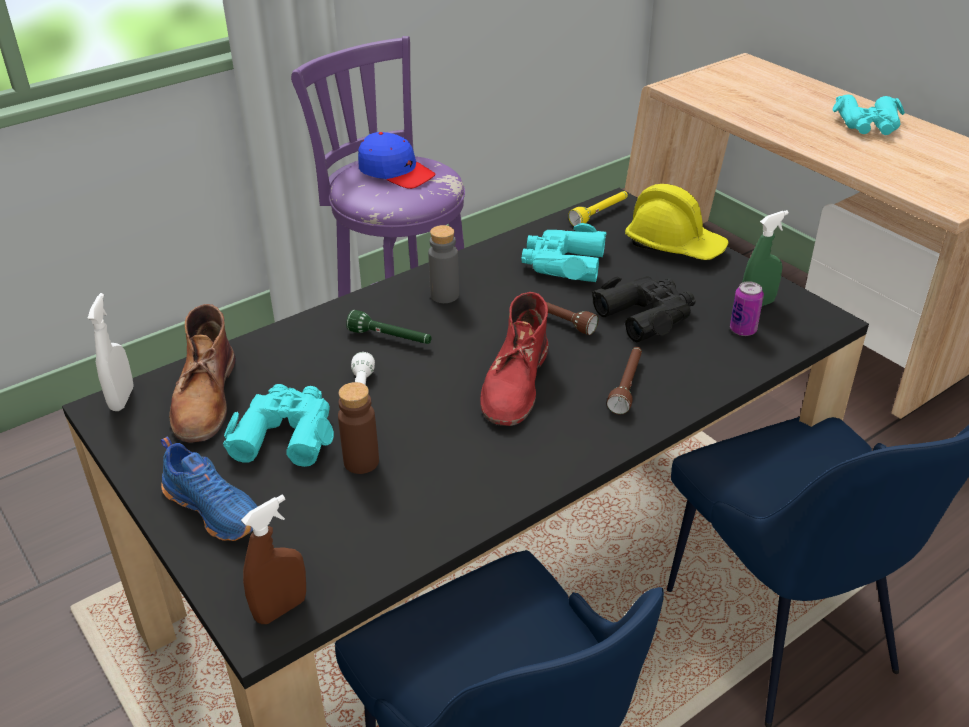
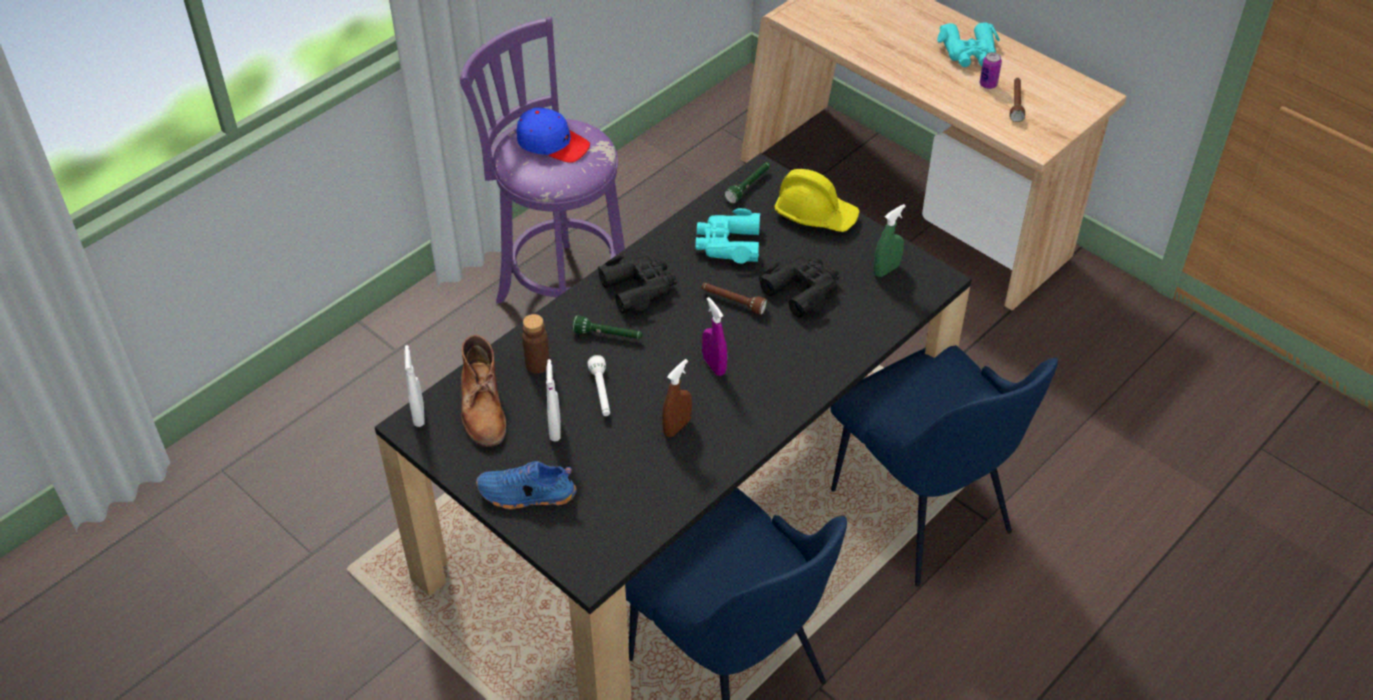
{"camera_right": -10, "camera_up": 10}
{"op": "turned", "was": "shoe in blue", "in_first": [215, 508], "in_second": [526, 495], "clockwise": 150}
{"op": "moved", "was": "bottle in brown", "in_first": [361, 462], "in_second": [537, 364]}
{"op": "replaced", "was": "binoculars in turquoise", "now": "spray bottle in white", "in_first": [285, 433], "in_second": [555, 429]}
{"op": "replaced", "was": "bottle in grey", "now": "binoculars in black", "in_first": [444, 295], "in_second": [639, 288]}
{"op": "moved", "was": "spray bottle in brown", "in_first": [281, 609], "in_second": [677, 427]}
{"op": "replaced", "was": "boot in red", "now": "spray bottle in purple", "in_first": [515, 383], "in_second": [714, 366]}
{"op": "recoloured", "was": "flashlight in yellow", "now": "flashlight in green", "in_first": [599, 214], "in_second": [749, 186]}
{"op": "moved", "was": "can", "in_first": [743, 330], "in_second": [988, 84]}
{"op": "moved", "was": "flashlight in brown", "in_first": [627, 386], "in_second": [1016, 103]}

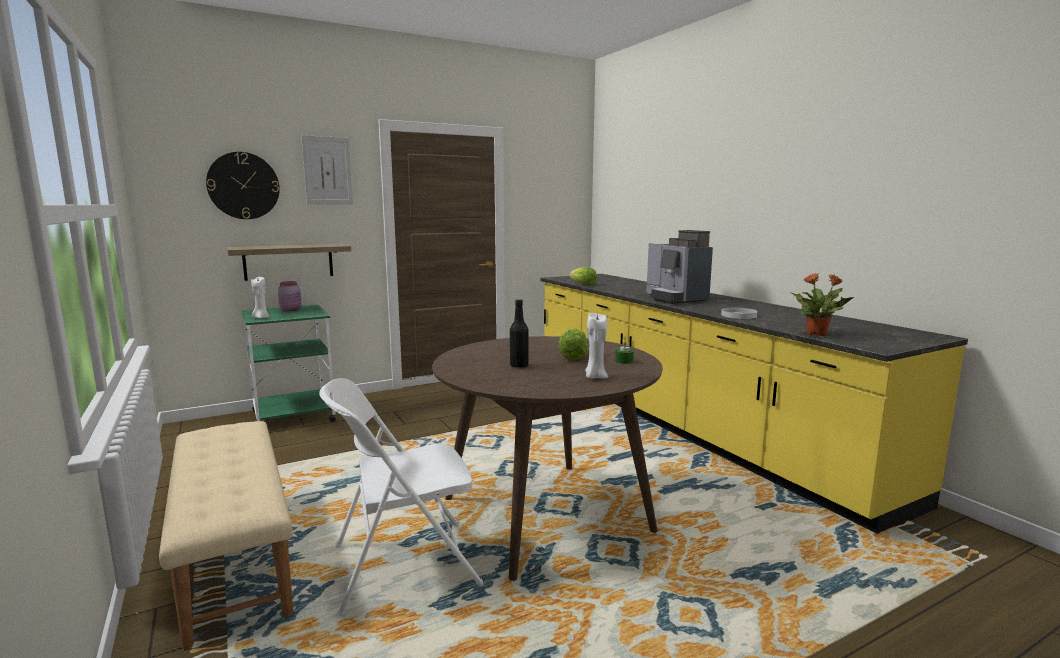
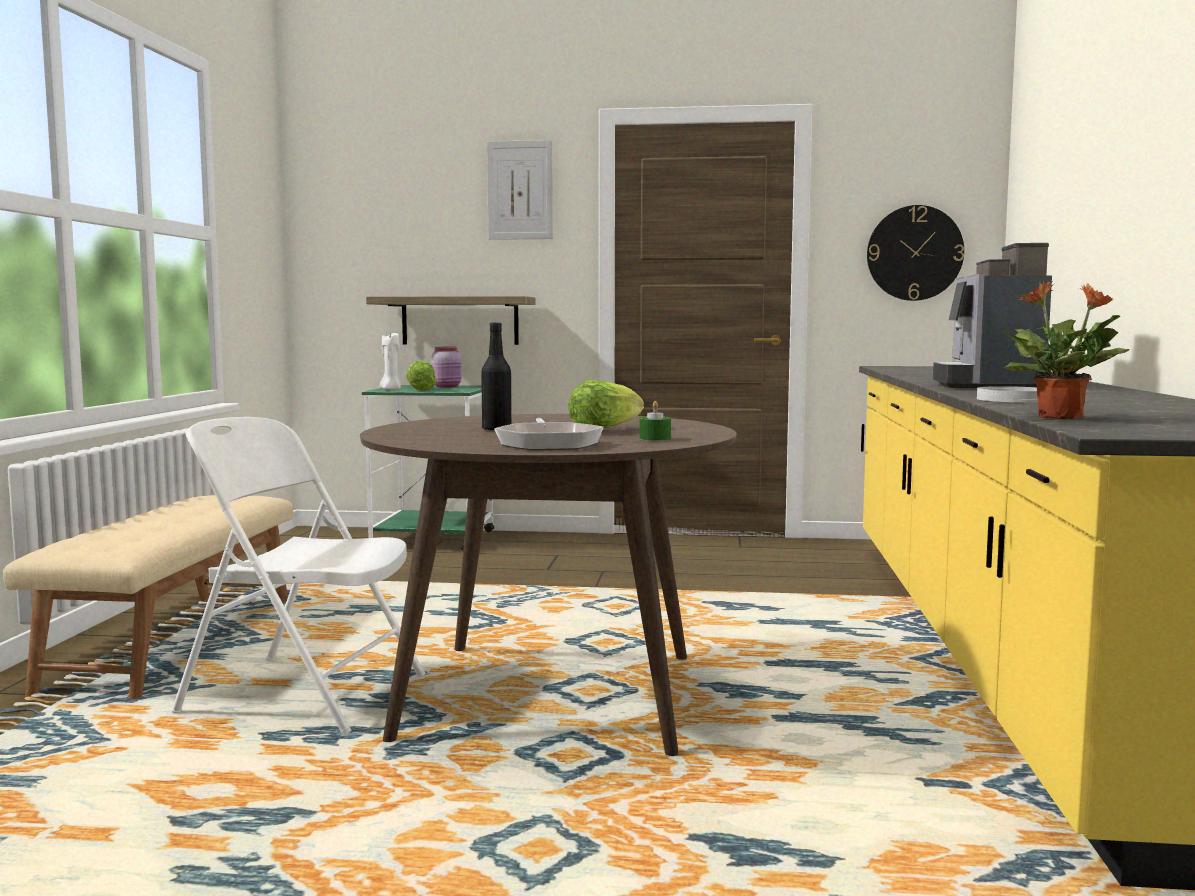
{"camera_right": 35, "camera_up": -5}
{"op": "moved", "was": "lettuce", "in_first": [583, 285], "in_second": [422, 389]}
{"op": "replaced", "was": "candle in white", "now": "frying pan", "in_first": [595, 377], "in_second": [548, 443]}
{"op": "moved", "was": "wall clock", "in_first": [243, 186], "in_second": [914, 253]}

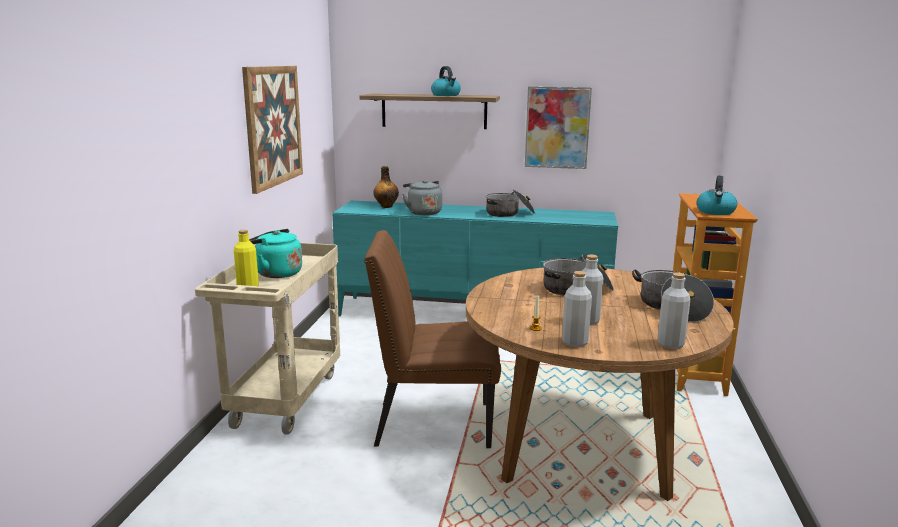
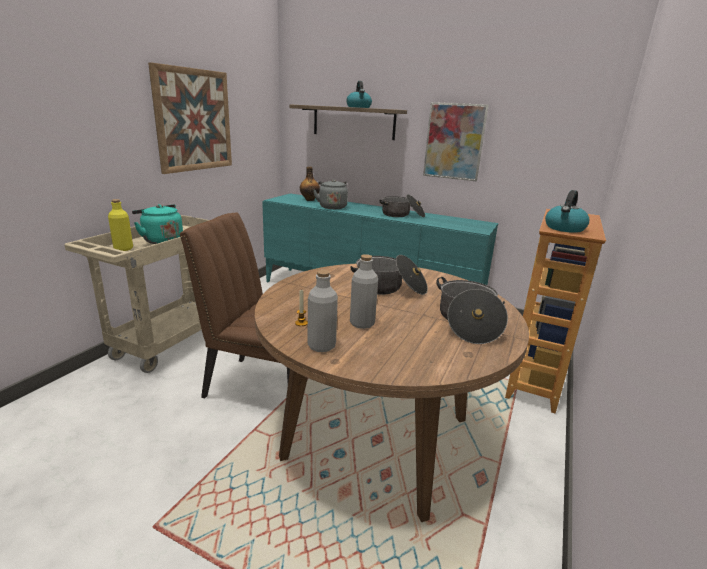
{"camera_right": 15, "camera_up": 5}
{"op": "removed", "was": "bottle in grey", "in_first": [670, 344]}

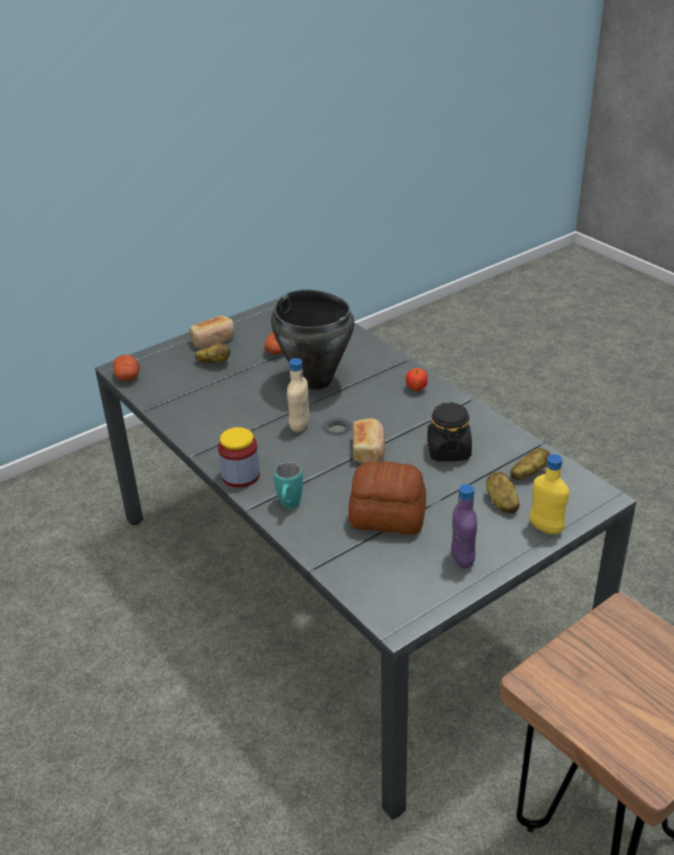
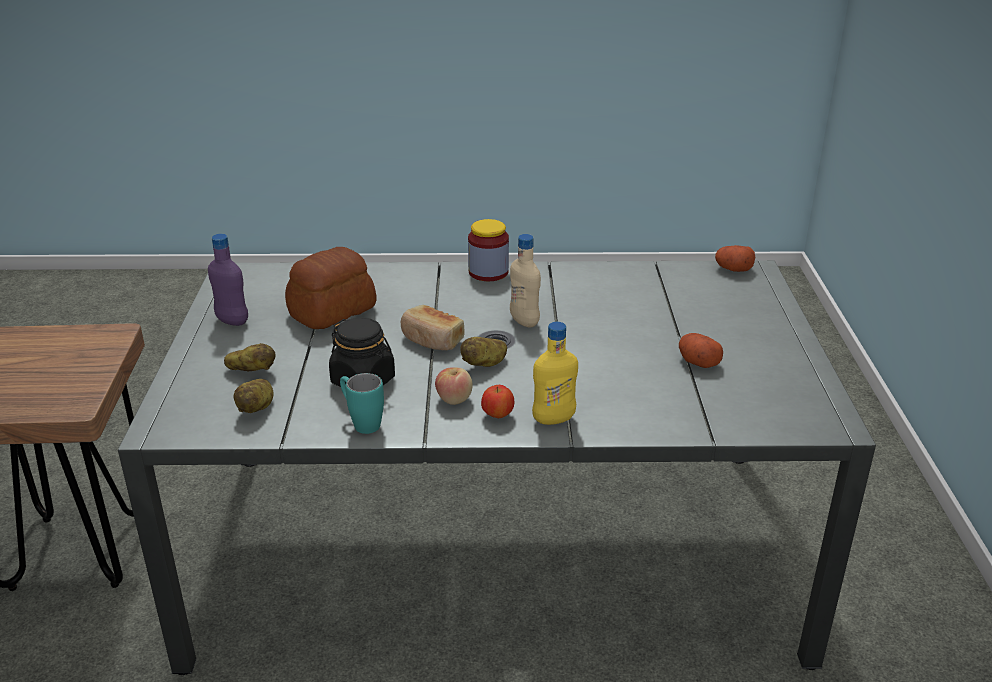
{"camera_right": 125, "camera_up": -5}
{"op": "moved", "was": "mug in turquoise", "in_first": [289, 506], "in_second": [361, 422]}
{"op": "added", "now": "apple", "in_second": [454, 399]}
{"op": "moved", "was": "potato", "in_first": [214, 362], "in_second": [484, 363]}
{"op": "moved", "was": "bottle in yellow", "in_first": [545, 528], "in_second": [553, 419]}
{"op": "removed", "was": "bread", "in_first": [213, 340]}
{"op": "removed", "was": "cooking pot in black", "in_first": [315, 381]}

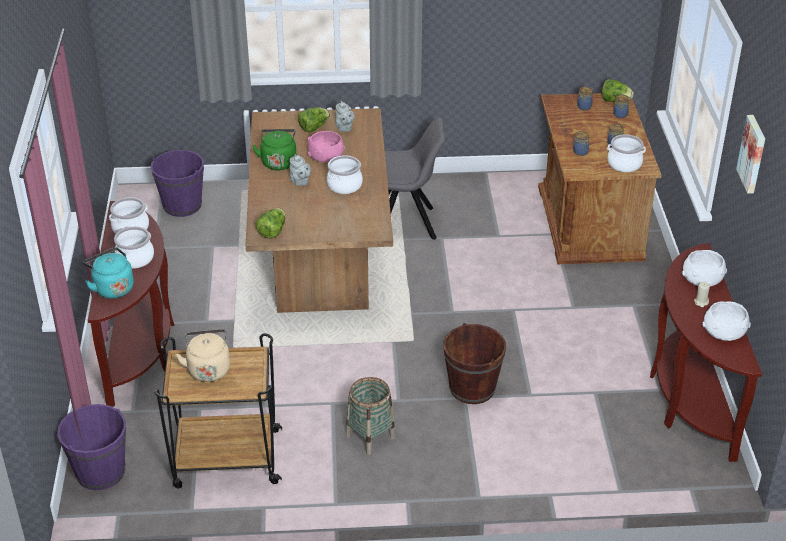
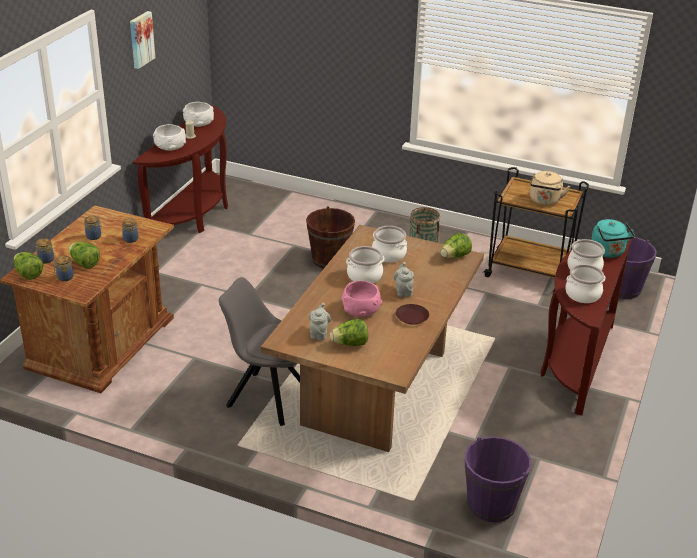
{"camera_right": -155, "camera_up": -5}
{"op": "added", "now": "lettuce", "in_second": [84, 264]}
{"op": "moved", "was": "cooking pot", "in_first": [624, 164], "in_second": [389, 254]}
{"op": "replaced", "was": "kettle in green", "now": "plate in brown", "in_first": [278, 161], "in_second": [411, 317]}

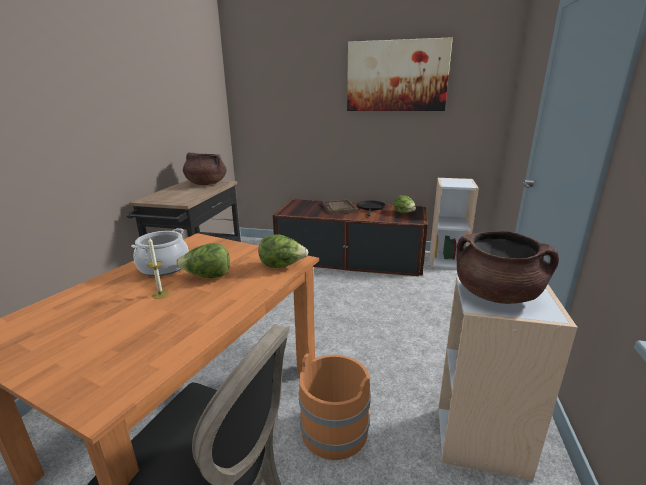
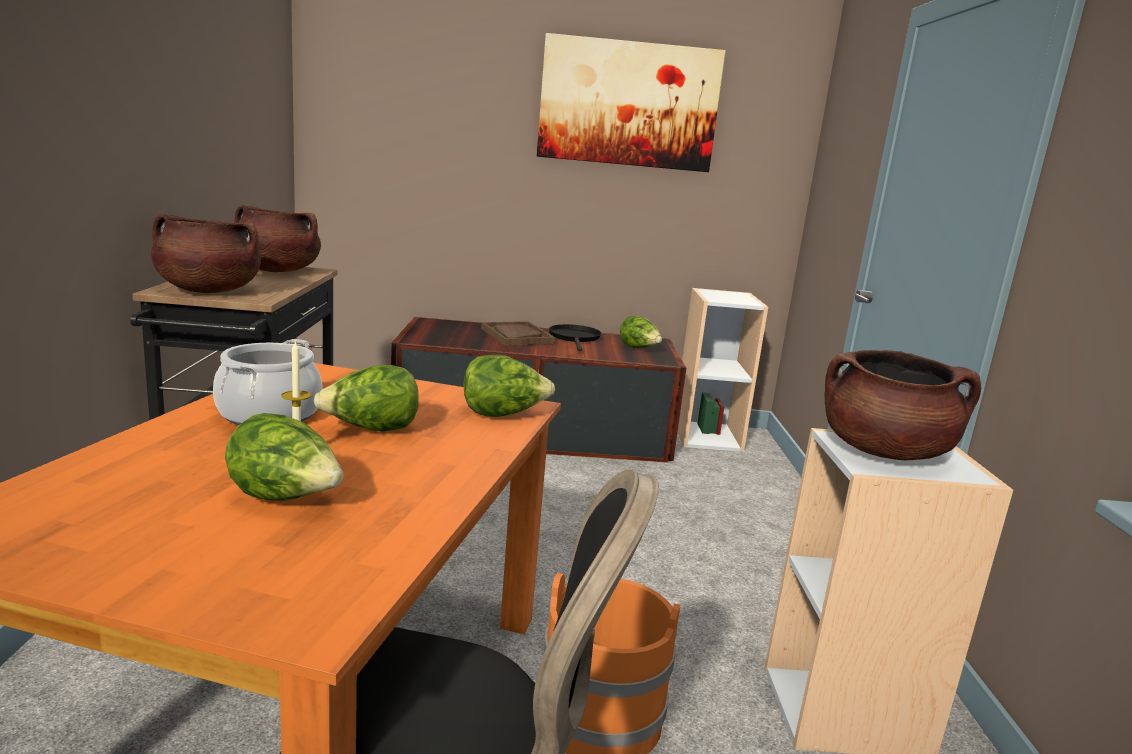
{"camera_right": -15, "camera_up": -5}
{"op": "added", "now": "cooking pot in brown", "in_second": [208, 290]}
{"op": "added", "now": "lettuce", "in_second": [285, 499]}

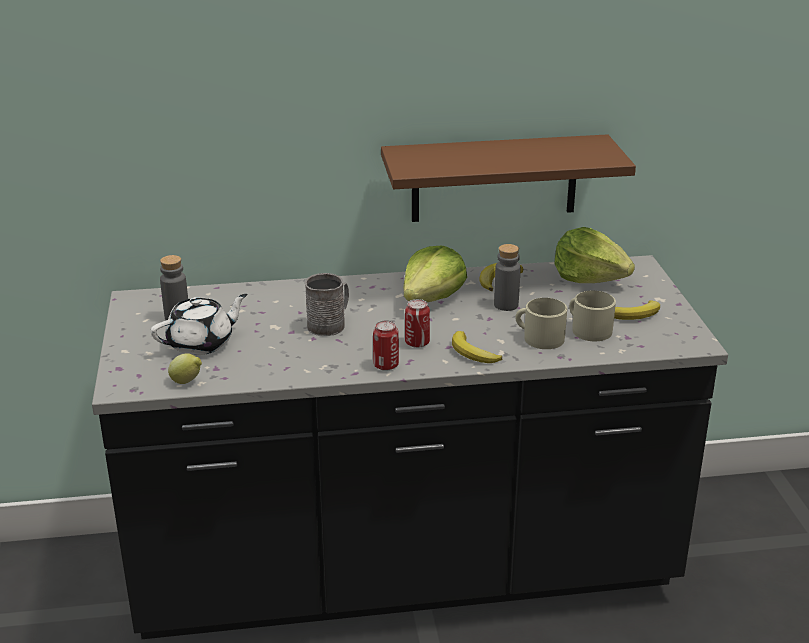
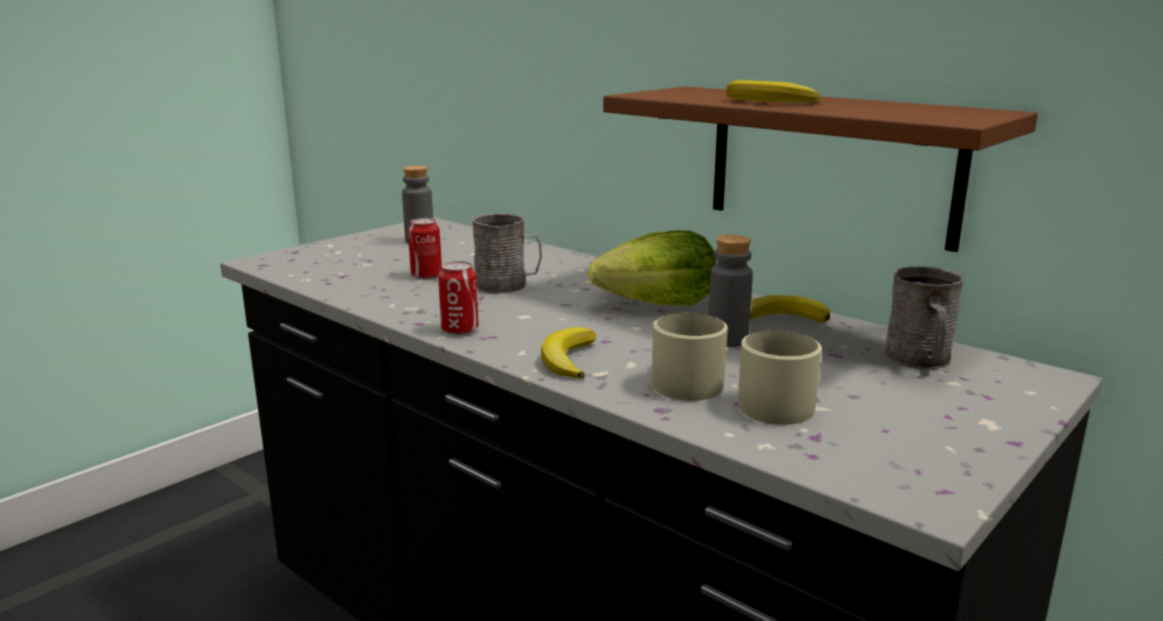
{"camera_right": 50, "camera_up": -10}
{"op": "moved", "was": "can", "in_first": [417, 343], "in_second": [426, 275]}
{"op": "moved", "was": "banana", "in_first": [637, 314], "in_second": [770, 101]}
{"op": "replaced", "was": "lettuce", "now": "mug in grey", "in_first": [590, 278], "in_second": [920, 360]}
{"op": "removed", "was": "teapot in white", "in_first": [202, 343]}
{"op": "removed", "was": "lemon", "in_first": [187, 382]}

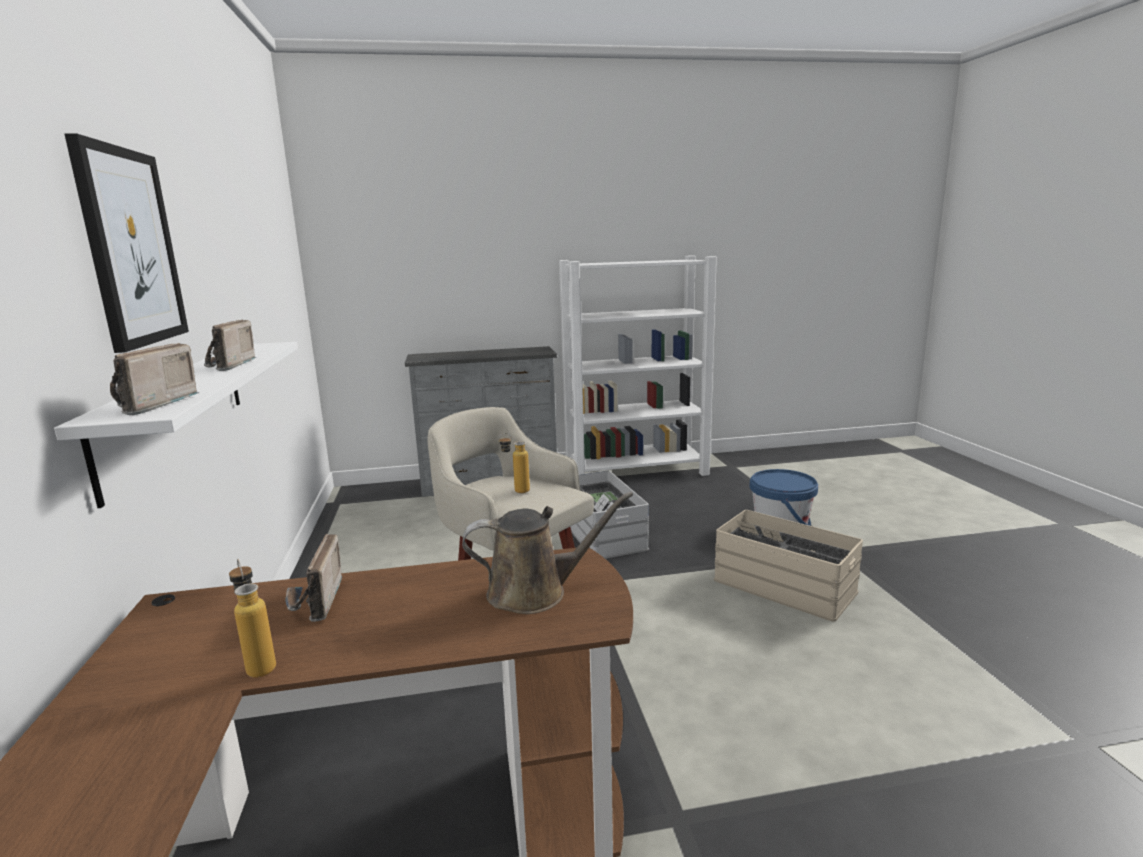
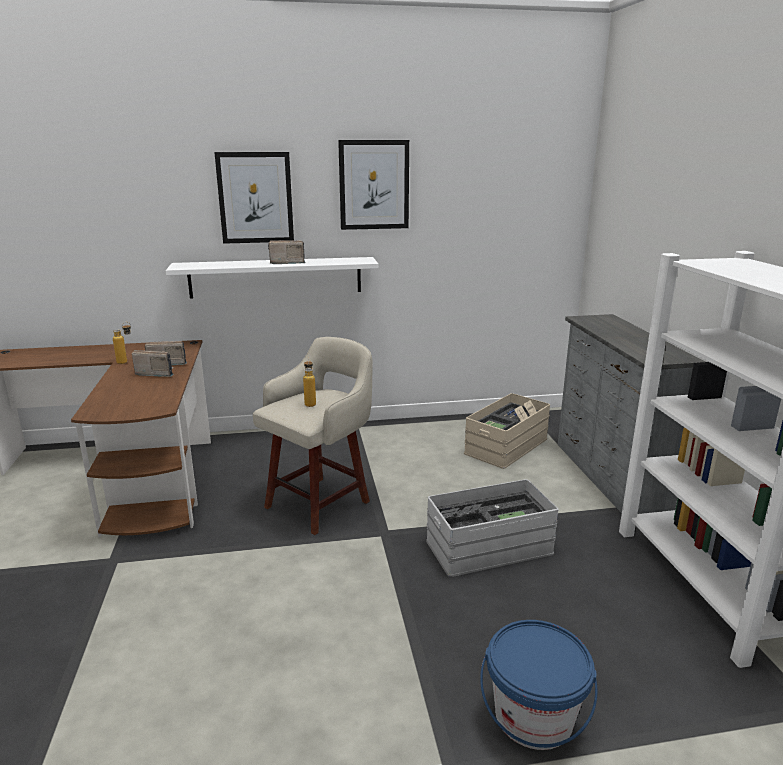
{"camera_right": 90, "camera_up": 5}
{"op": "moved", "was": "radio", "in_first": [149, 405], "in_second": [156, 373]}
{"op": "added", "now": "picture", "in_second": [374, 185]}
{"op": "moved", "was": "storage box in beige", "in_first": [783, 586], "in_second": [505, 445]}
{"op": "removed", "was": "watering can in brown", "in_first": [535, 592]}

